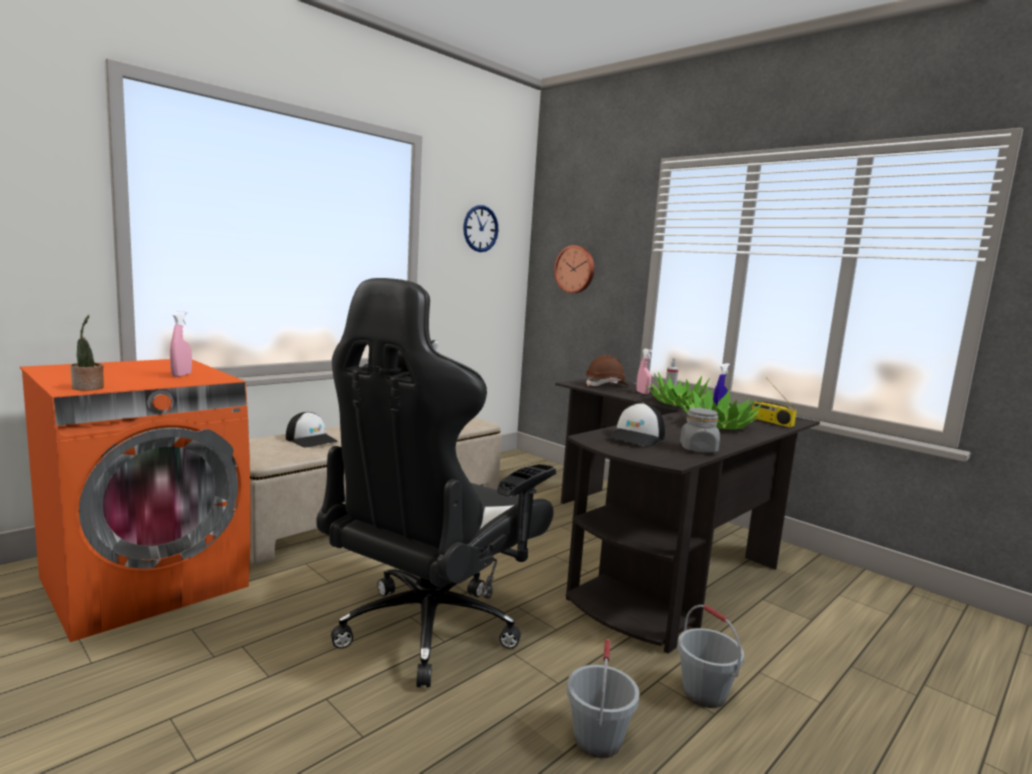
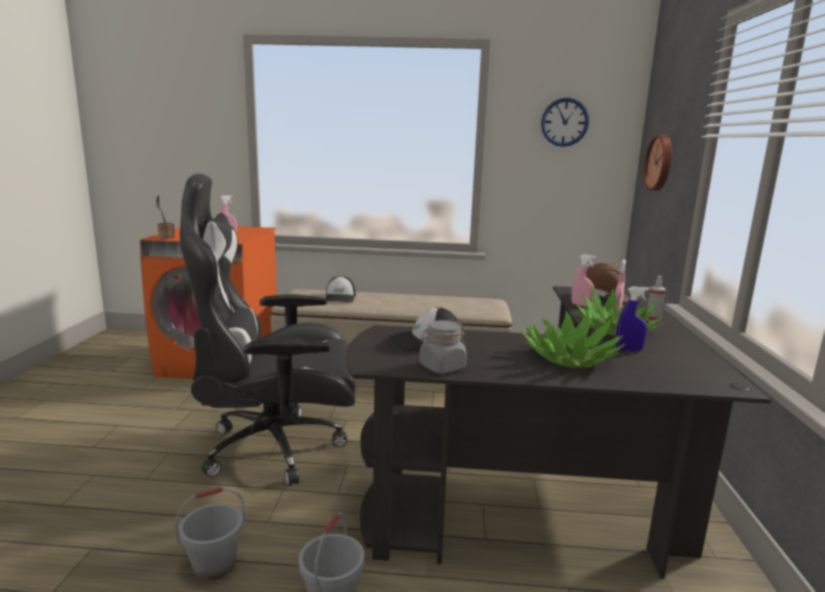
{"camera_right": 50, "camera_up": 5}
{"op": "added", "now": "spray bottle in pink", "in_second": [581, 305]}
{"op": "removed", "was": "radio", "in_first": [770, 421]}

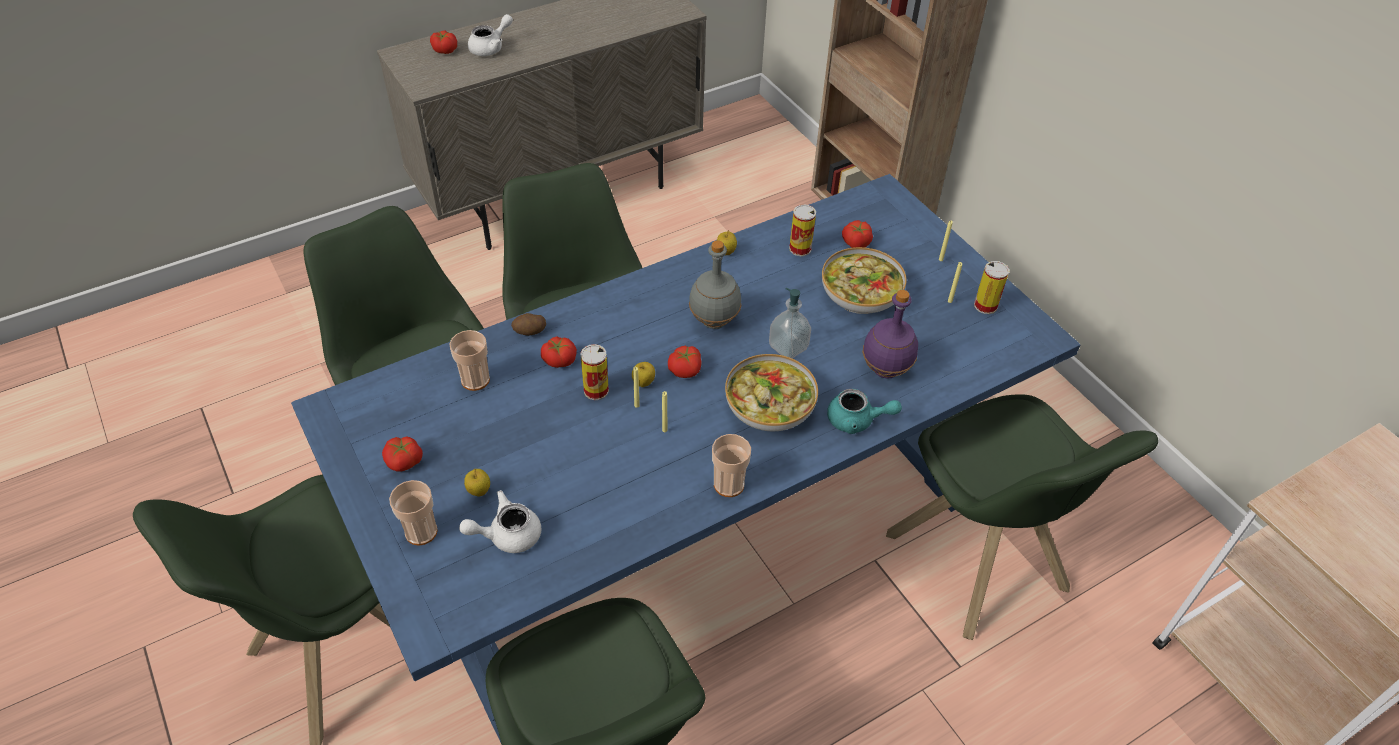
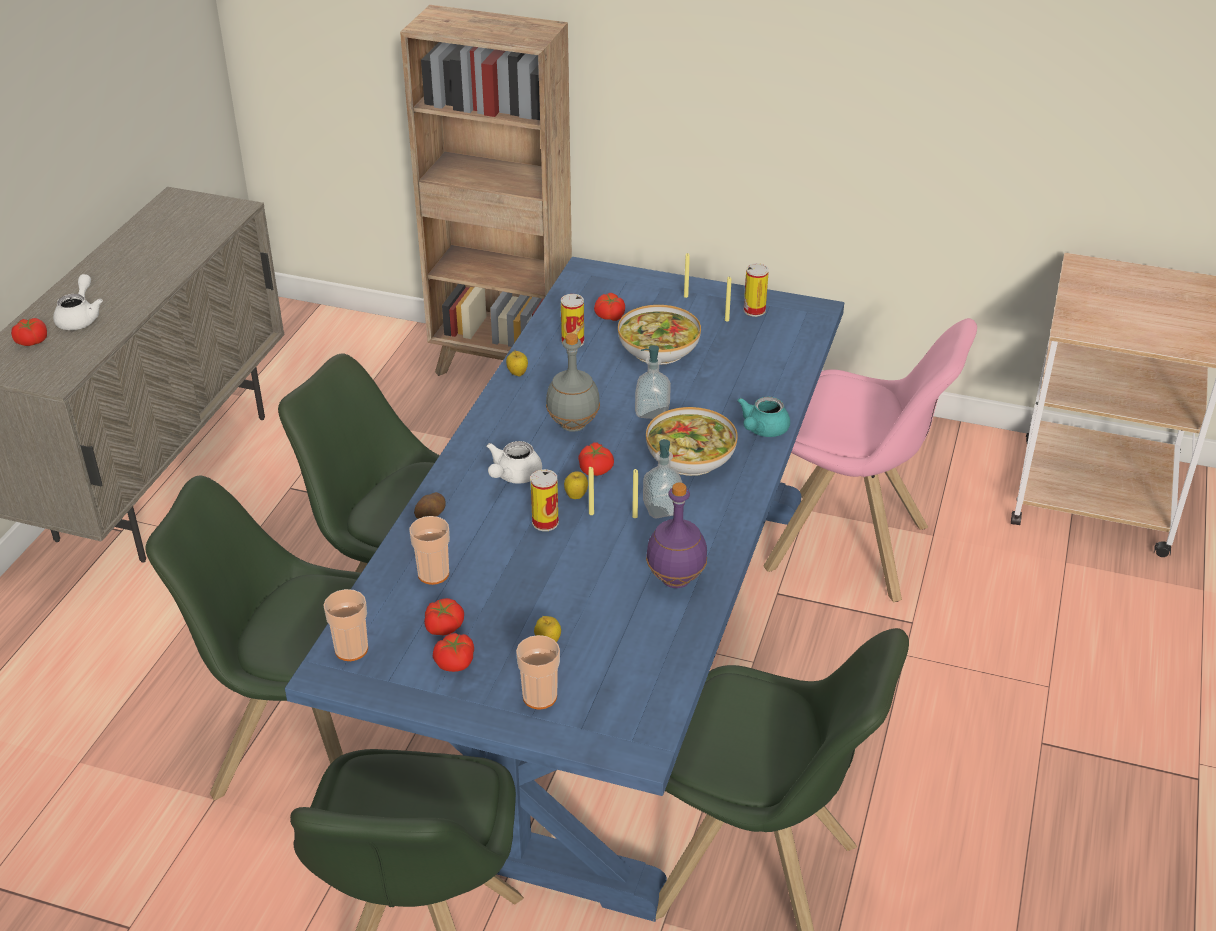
{"camera_right": -40, "camera_up": -10}
{"op": "moved", "was": "cup", "in_first": [729, 484], "in_second": [351, 649]}
{"op": "moved", "was": "tomato", "in_first": [559, 359], "in_second": [443, 626]}
{"op": "moved", "was": "teapot in white", "in_first": [507, 535], "in_second": [513, 476]}
{"op": "added", "now": "soap dispenser", "in_second": [662, 508]}
{"op": "moved", "was": "bottle in purple", "in_first": [885, 370], "in_second": [675, 580]}
{"op": "turned", "was": "teapot in turquoise", "in_first": [857, 421], "in_second": [762, 430], "clockwise": 150}
{"op": "recoloured", "was": "chair in green", "now": "chair in pink", "in_first": [978, 561], "in_second": [849, 547]}

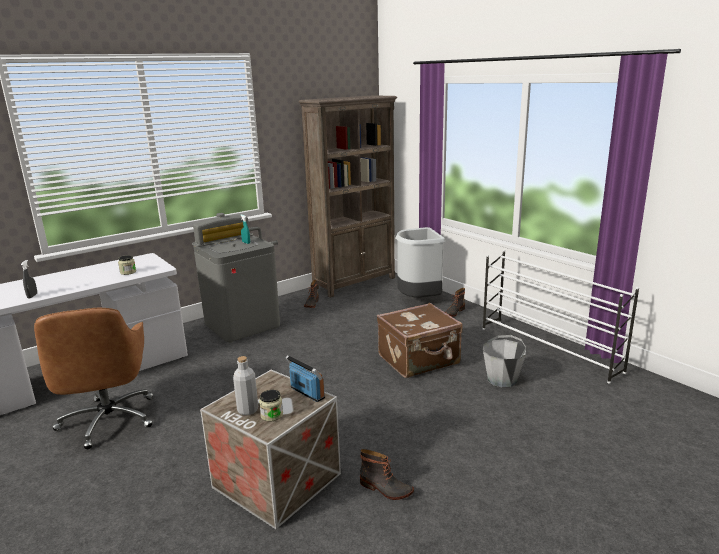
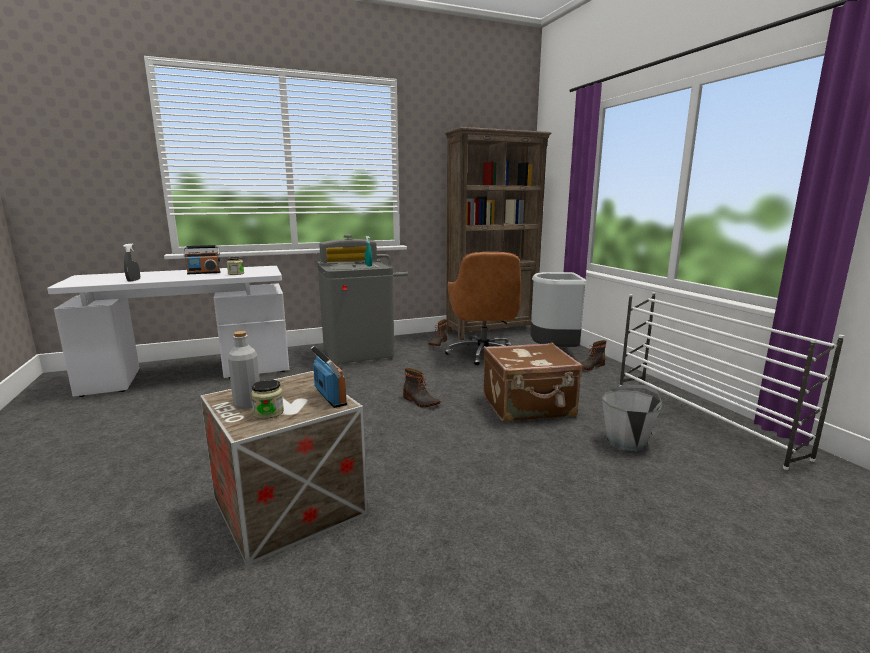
{"camera_right": 15, "camera_up": -5}
{"op": "added", "now": "radio", "in_second": [204, 273]}
{"op": "moved", "was": "boot", "in_first": [385, 489], "in_second": [420, 401]}
{"op": "moved", "was": "office chair in brown", "in_first": [108, 420], "in_second": [482, 354]}

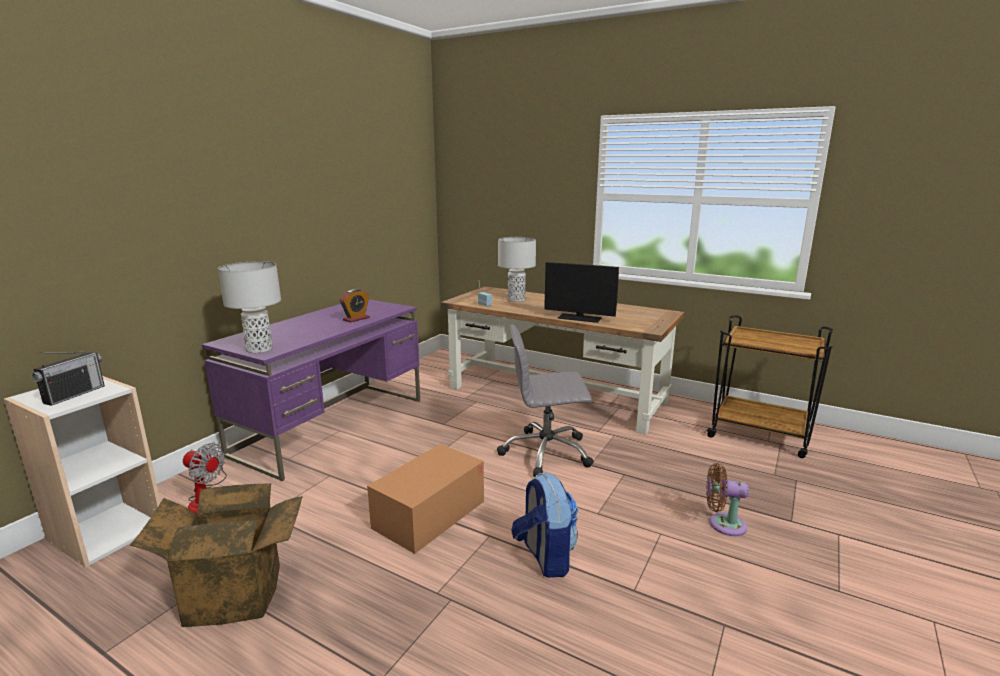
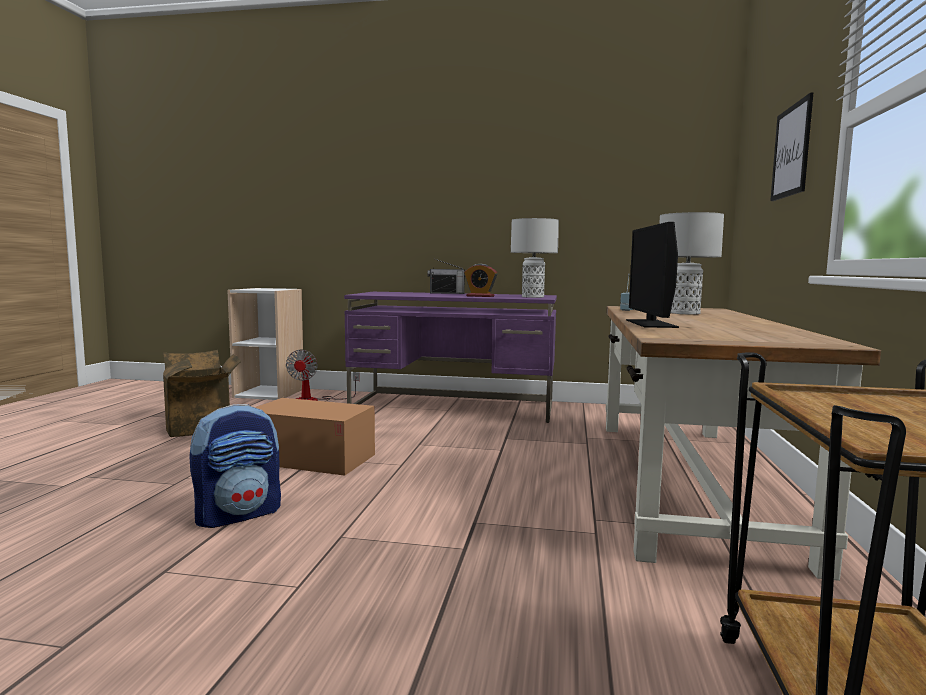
{"camera_right": 70, "camera_up": -10}
{"op": "moved", "was": "radio", "in_first": [74, 394], "in_second": [447, 293]}
{"op": "moved", "was": "table lamp in white", "in_first": [259, 349], "in_second": [533, 297]}
{"op": "added", "now": "picture", "in_second": [791, 151]}
{"op": "removed", "was": "office chair in grey", "in_first": [545, 453]}
{"op": "removed", "was": "fan in brown", "in_first": [723, 524]}

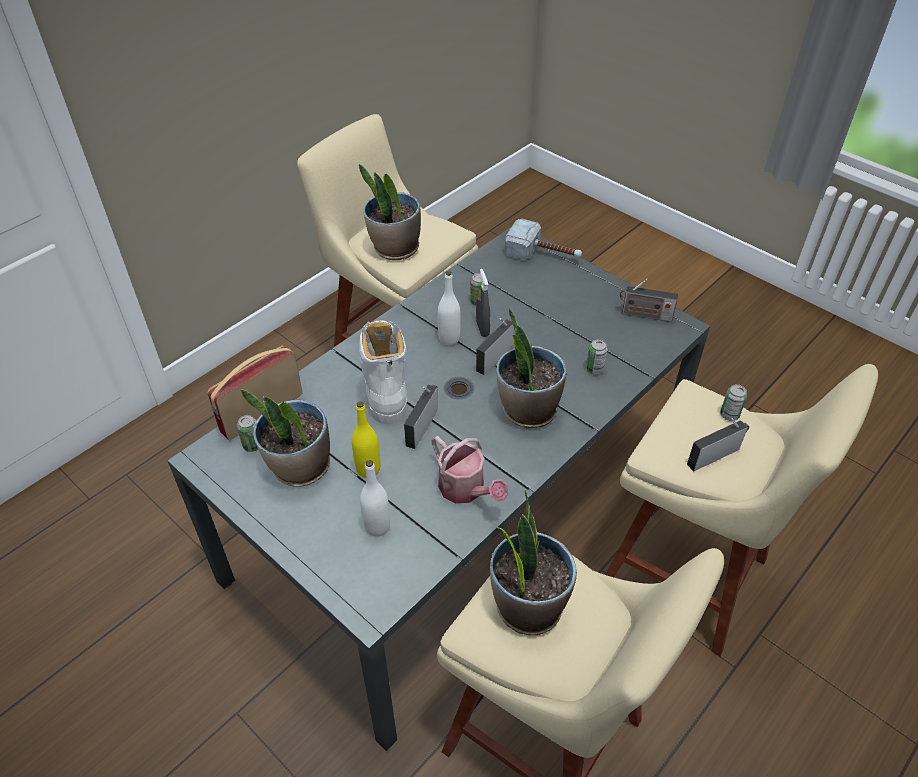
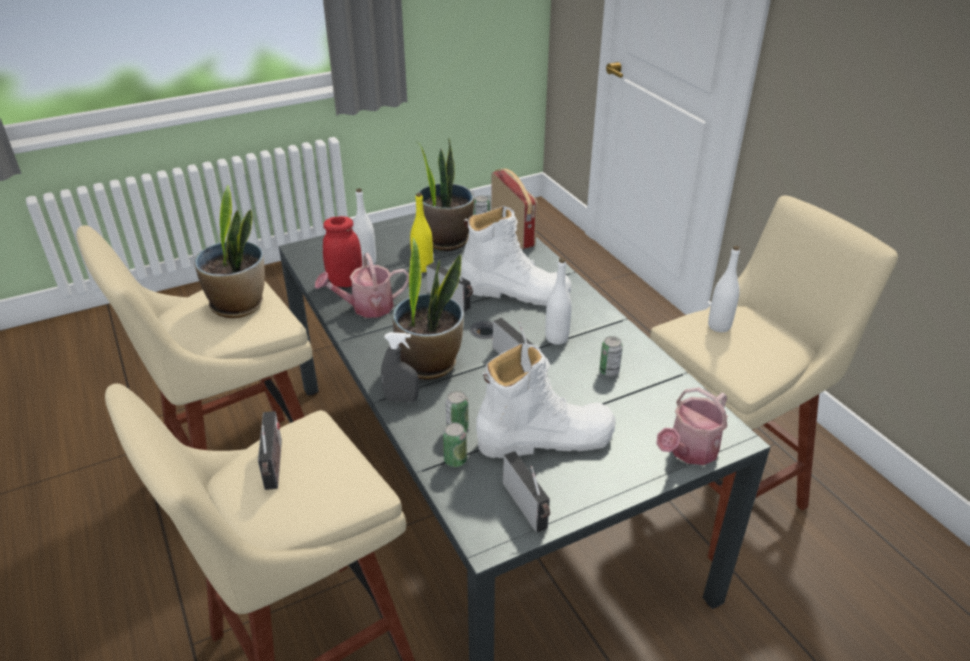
{"camera_right": 110, "camera_up": -10}
{"op": "added", "now": "jar in red", "in_second": [345, 282]}
{"op": "moved", "was": "spray bottle in grey", "in_first": [482, 329], "in_second": [401, 399]}
{"op": "moved", "was": "can", "in_first": [729, 415], "in_second": [455, 460]}
{"op": "added", "now": "boot in white", "in_second": [545, 438]}
{"op": "turned", "was": "radio", "in_first": [644, 315], "in_second": [527, 507], "clockwise": 120}
{"op": "replaced", "was": "hammer", "now": "watering can", "in_first": [543, 254], "in_second": [689, 451]}
{"op": "replaced", "was": "potted plant", "now": "bottle in white", "in_first": [395, 249], "in_second": [719, 326]}

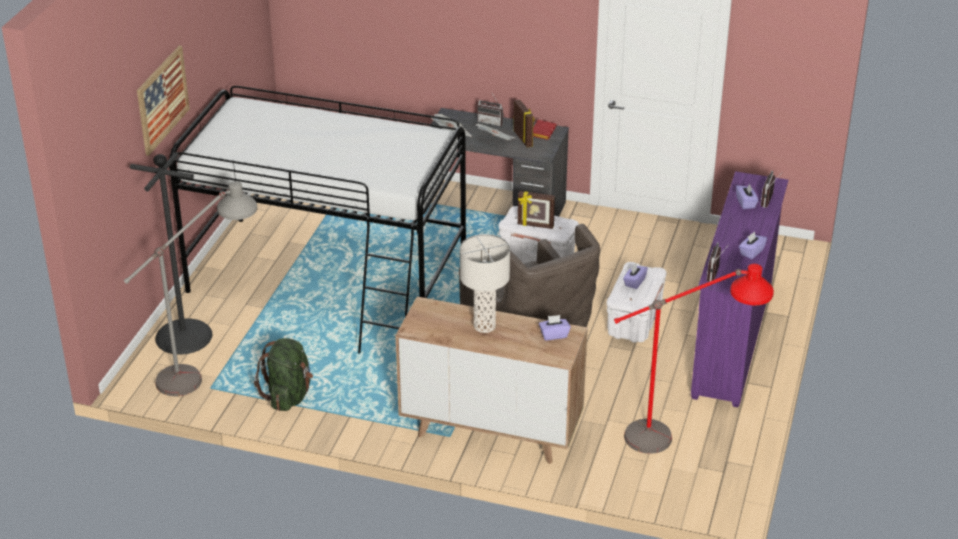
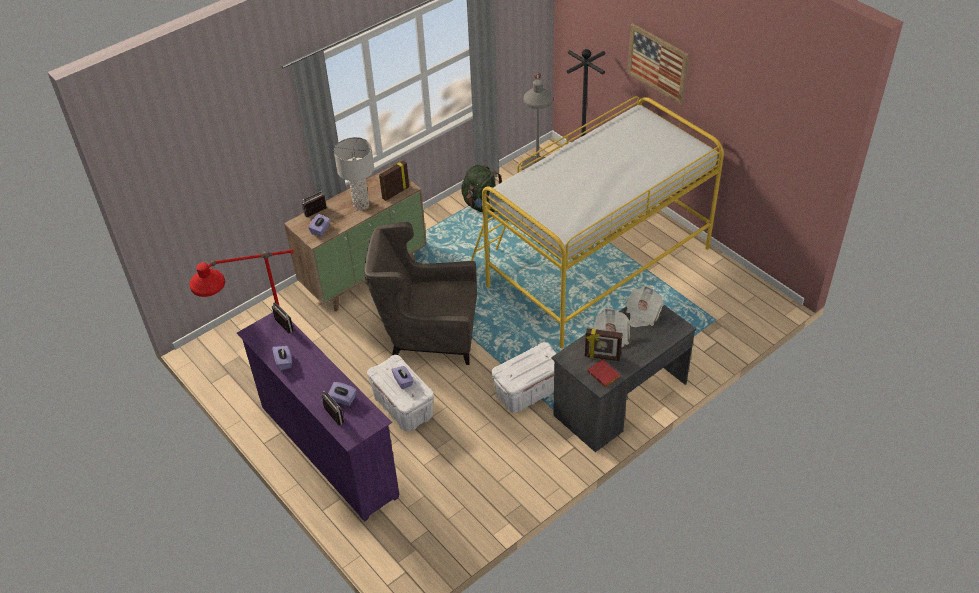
{"camera_right": 125, "camera_up": 10}
{"op": "moved", "was": "radio", "in_first": [491, 122], "in_second": [317, 213]}
{"op": "moved", "was": "picture frame", "in_first": [535, 225], "in_second": [395, 192]}
{"op": "recoloured", "was": "bed in black", "now": "bed in yellow", "in_first": [329, 277], "in_second": [595, 267]}

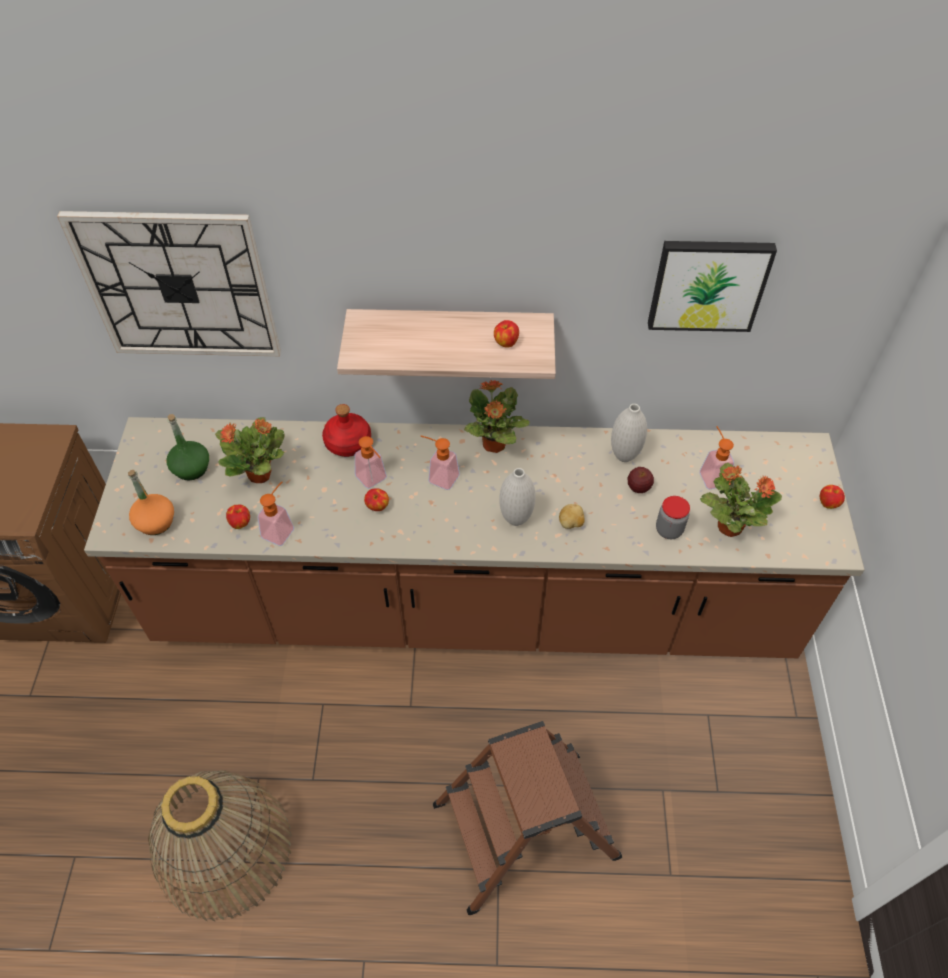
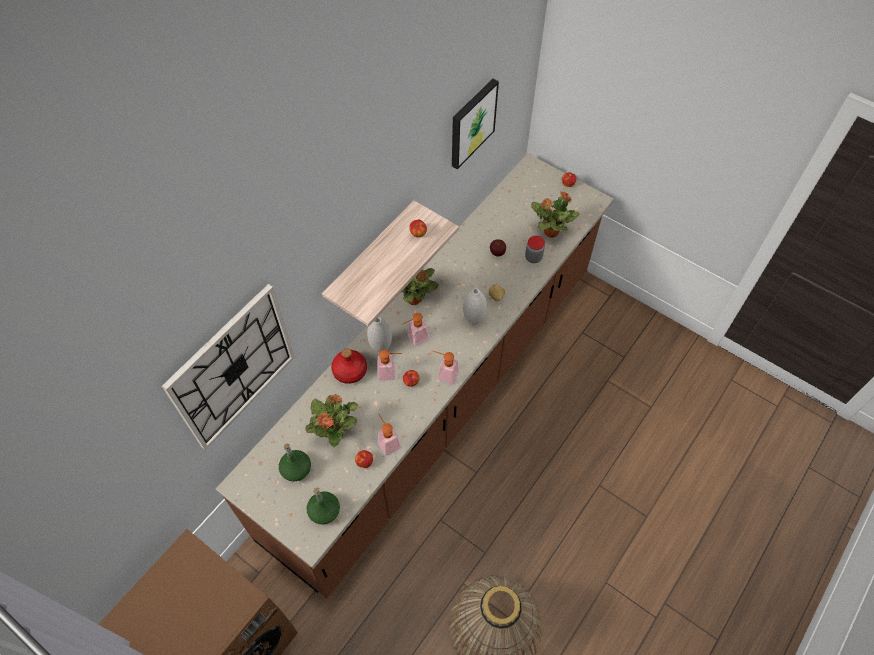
{"camera_right": -55, "camera_up": 5}
{"op": "recoloured", "was": "bottle in orange", "now": "bottle in green", "in_first": [155, 522], "in_second": [324, 511]}
{"op": "moved", "was": "vase in white", "in_first": [624, 456], "in_second": [381, 347]}
{"op": "moved", "was": "soap dispenser", "in_first": [711, 475], "in_second": [444, 374]}
{"op": "removed", "was": "step ladder in brown", "in_first": [526, 830]}

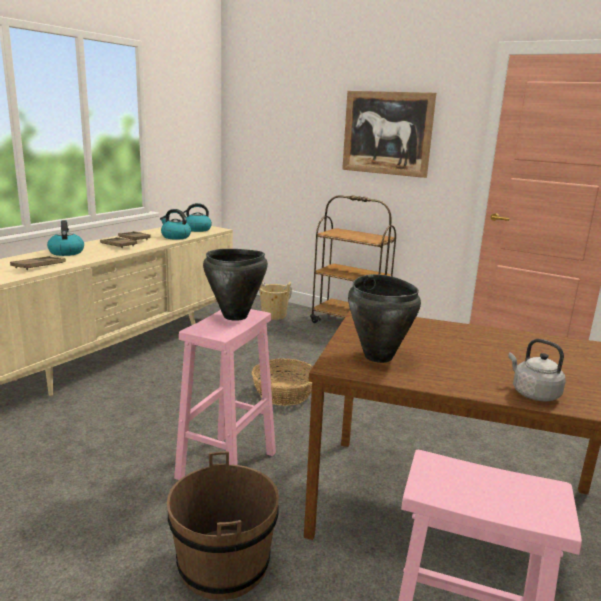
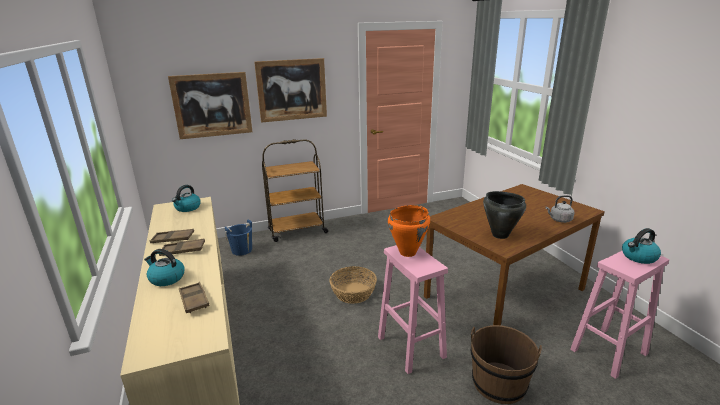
{"camera_right": -50, "camera_up": 5}
{"op": "added", "now": "picture", "in_second": [212, 105]}
{"op": "recoloured", "was": "bucket in beige", "now": "bucket in blue", "in_first": [274, 315], "in_second": [242, 250]}
{"op": "recoloured", "was": "cooking pot in black", "now": "cooking pot in orange", "in_first": [235, 316], "in_second": [408, 252]}
{"op": "moved", "was": "kettle", "in_first": [175, 237], "in_second": [638, 257]}

